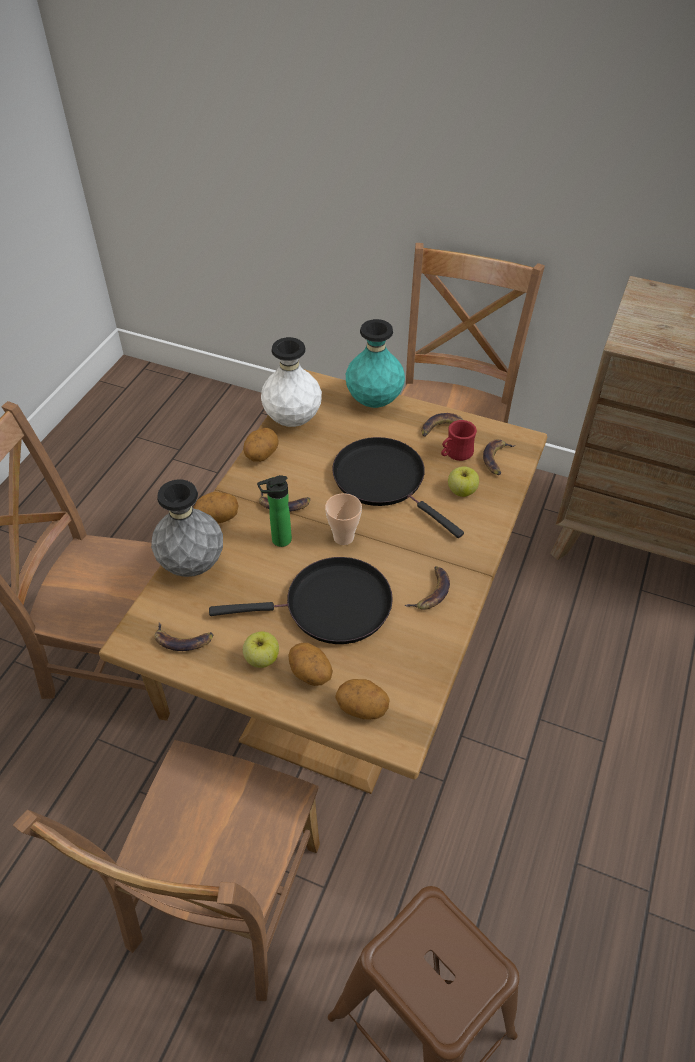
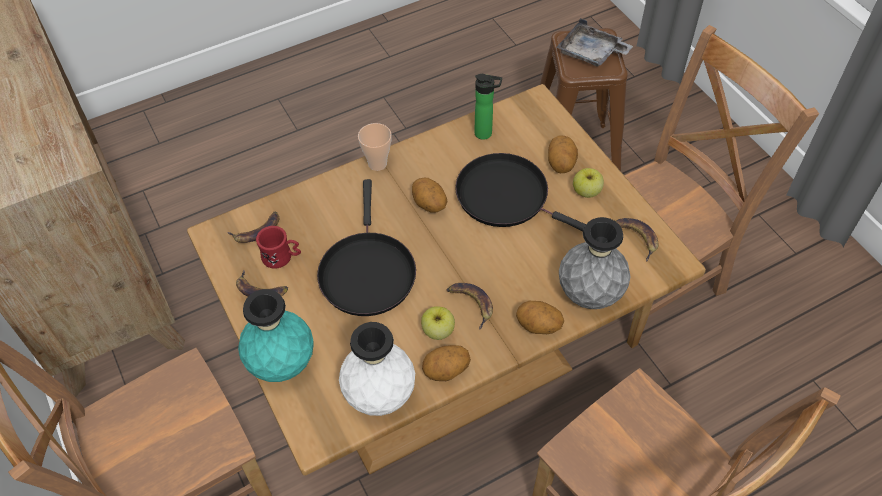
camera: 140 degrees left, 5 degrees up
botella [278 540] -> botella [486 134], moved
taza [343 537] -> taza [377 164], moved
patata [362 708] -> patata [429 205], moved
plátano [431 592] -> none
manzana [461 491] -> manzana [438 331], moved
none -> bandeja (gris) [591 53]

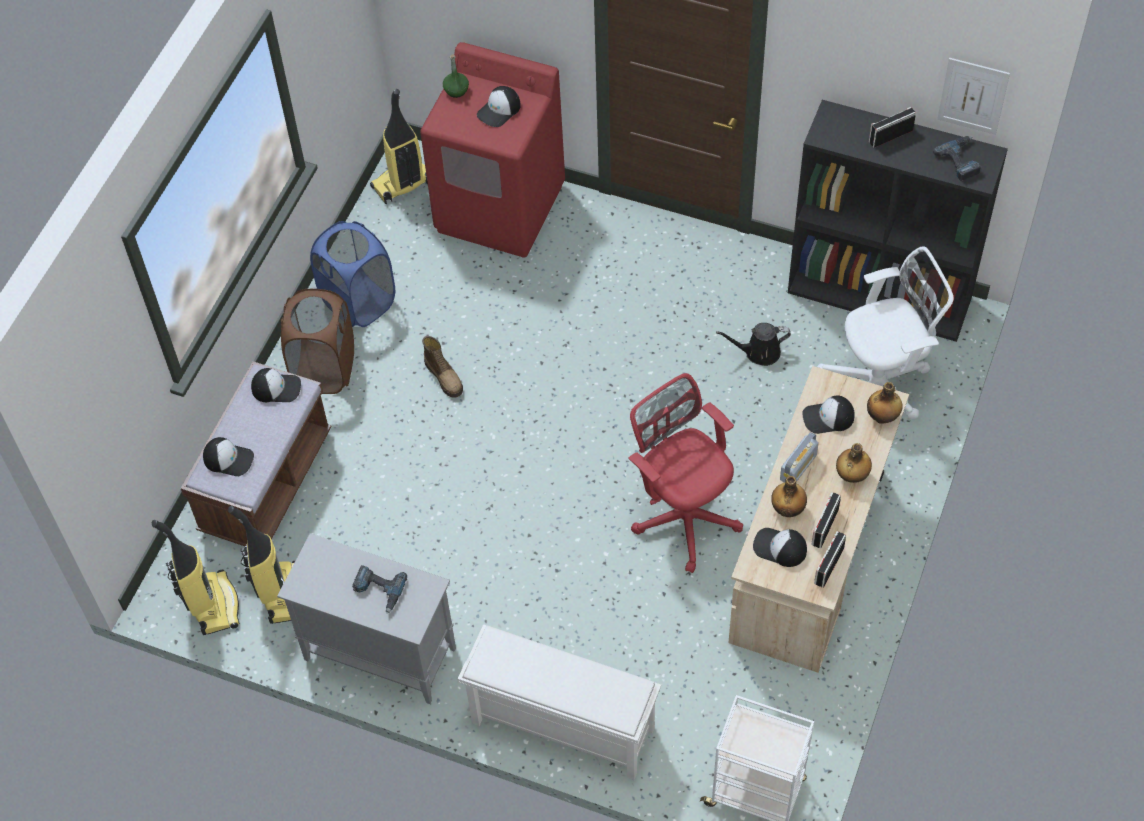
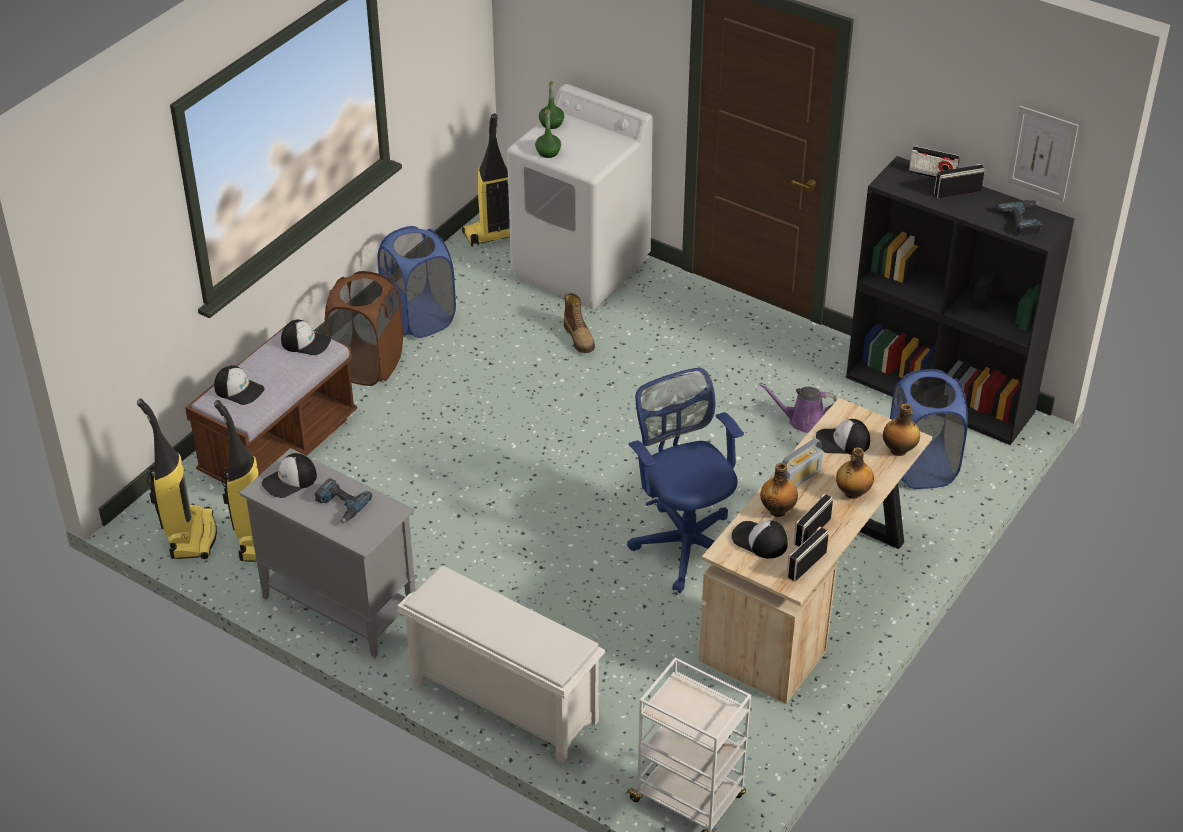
camera: 10 degrees right, 15 degrees down
lavadora (rojo) [500 208] -> lavadora (blanco) [581 267]
bota [444 377] -> bota [579 338], moved
gorra [499 110] -> gorra [290 481], moved
silla de oficina (rojo) [683 514] -> silla de oficina (azul) [685 542]
regadera (negro) [759 352] -> regadera (morado) [802 421]
silla de oficina (blanco) [880 383] -> cesto de la ropa (azul) [921 467]
none -> botella (verde) [548 152]
none -> radio [932 175]

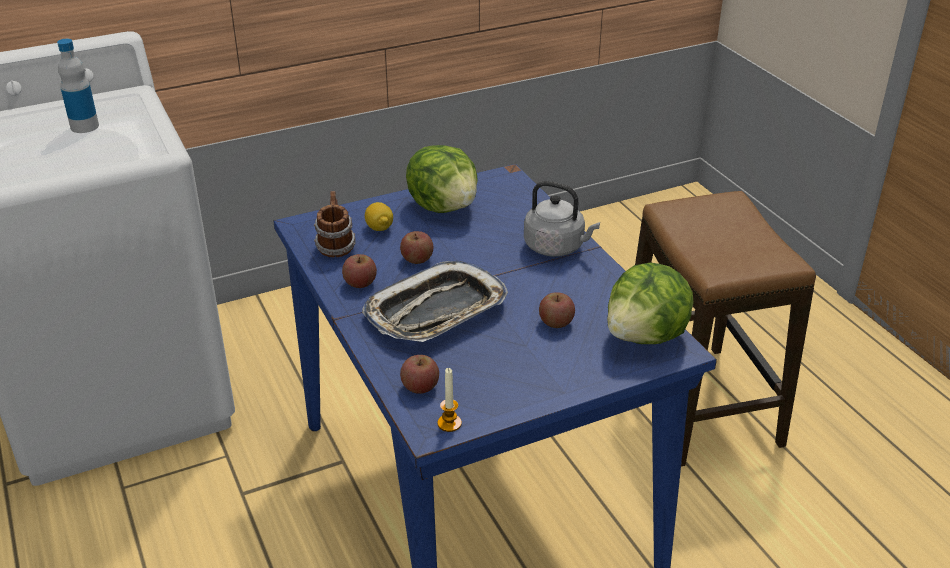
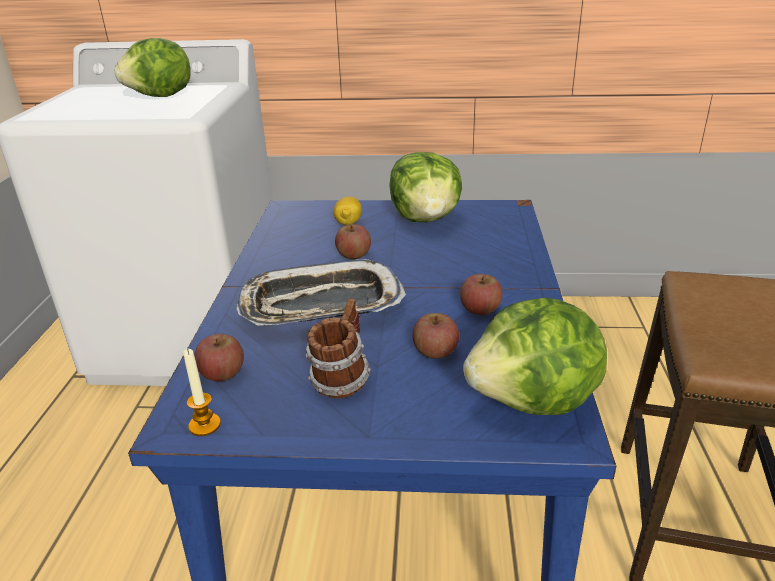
camera: 30 degrees right, 5 degrees down
botella [84 126] -> lechuga [161 97]
taza grande [335 247] -> taza grande [341 380], moved
manzana [360 283] -> manzana [480 309], moved
hervidor (gris) [557 247] -> none

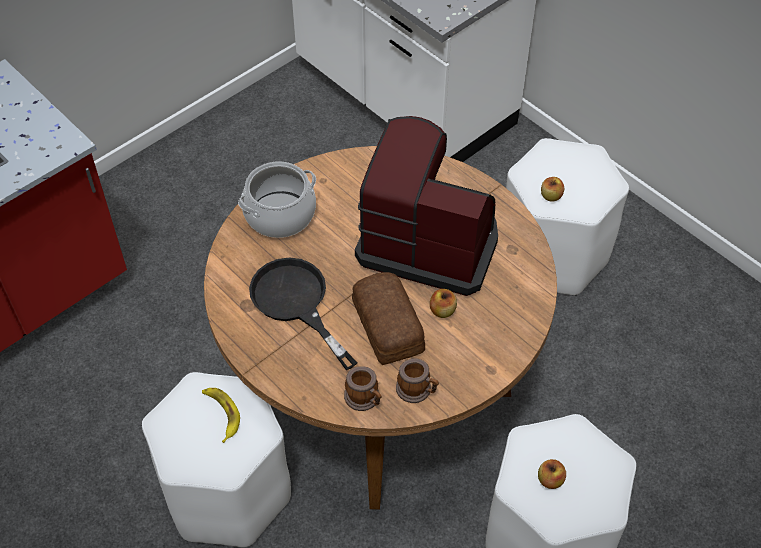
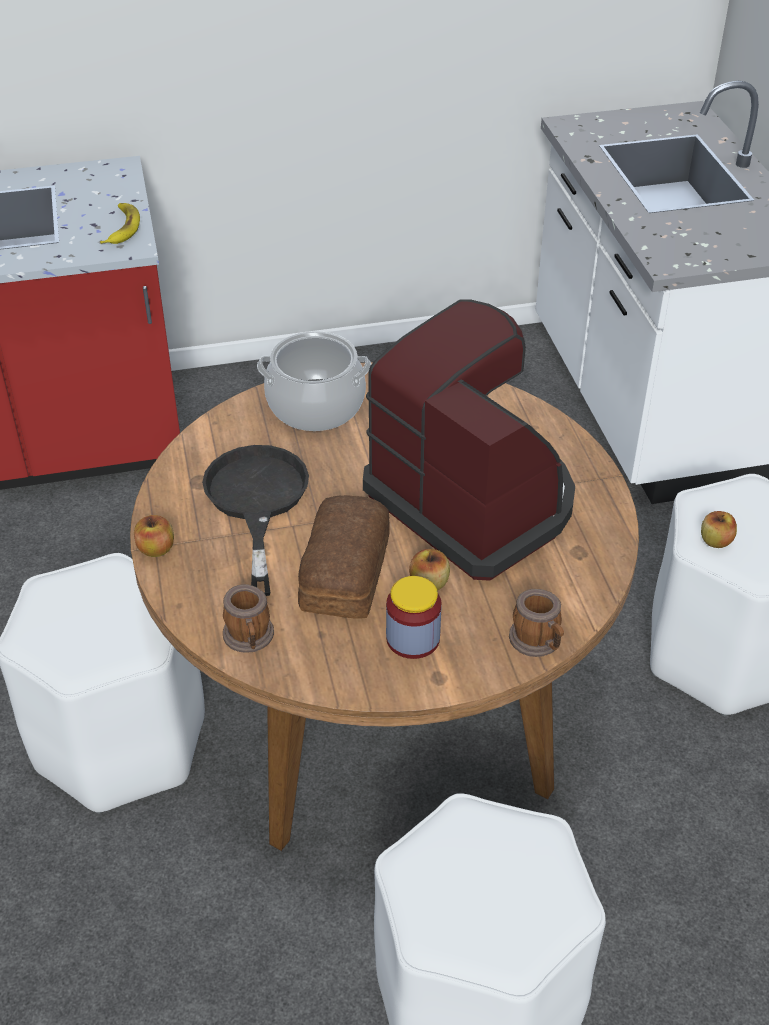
camera: 30 degrees right, 10 degrees down
plátano [221 414] -> plátano [122 228], moved
taza grande [417 390] -> taza grande [538 642], moved
manzana [550 480] -> manzana [156 549], moved
none -> tarro [413 639]

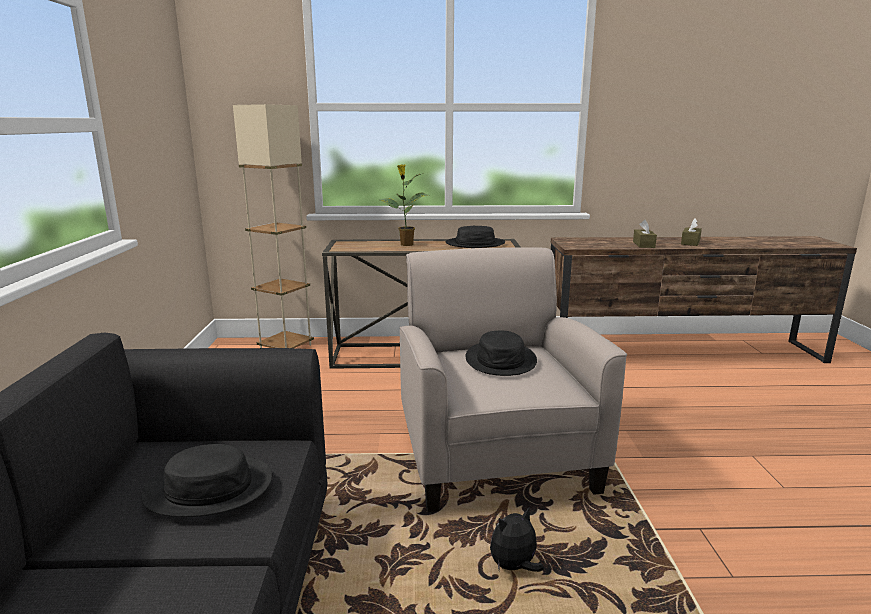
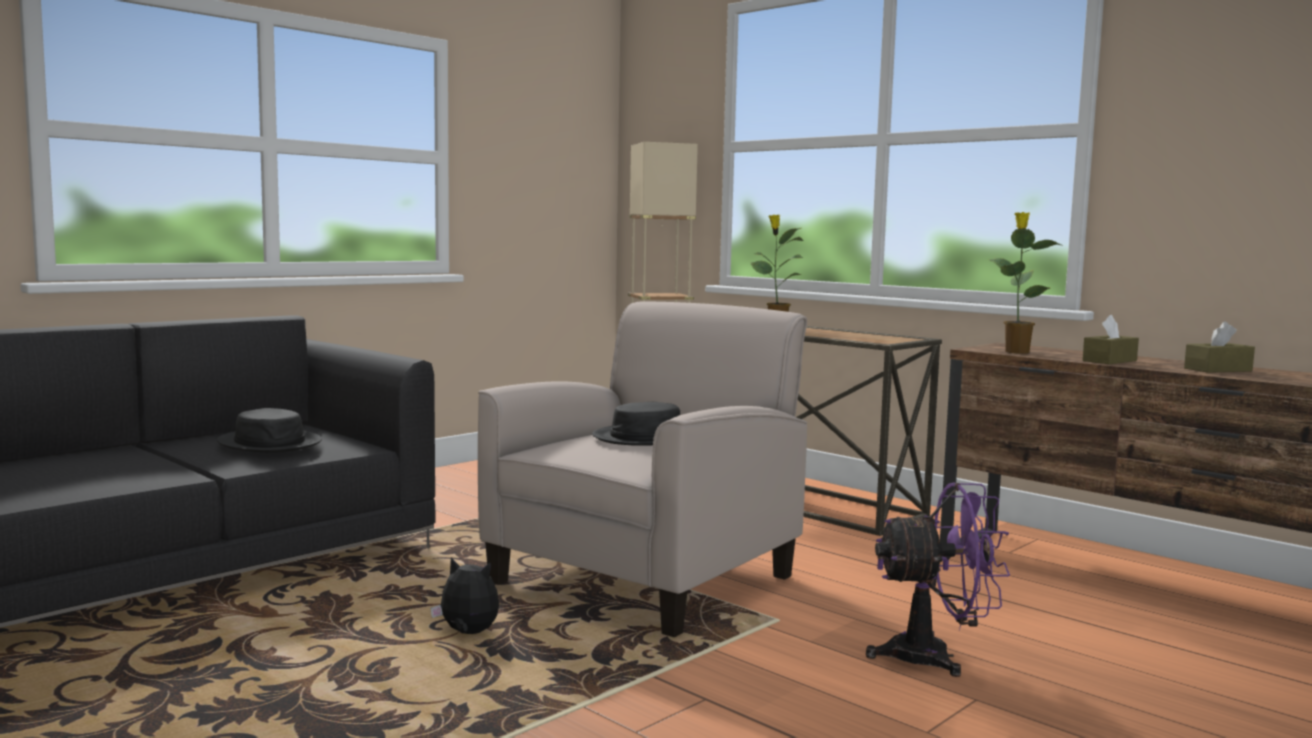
camera: 45 degrees right, 10 degrees down
sombrero (negro) [475 244] -> none
none -> ventilador (morado) [935 657]
none -> planta en maceta [1016 352]

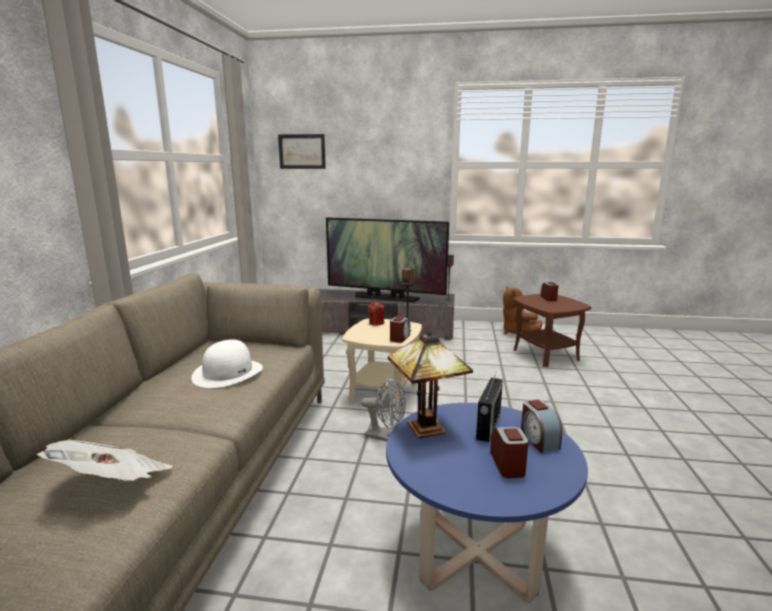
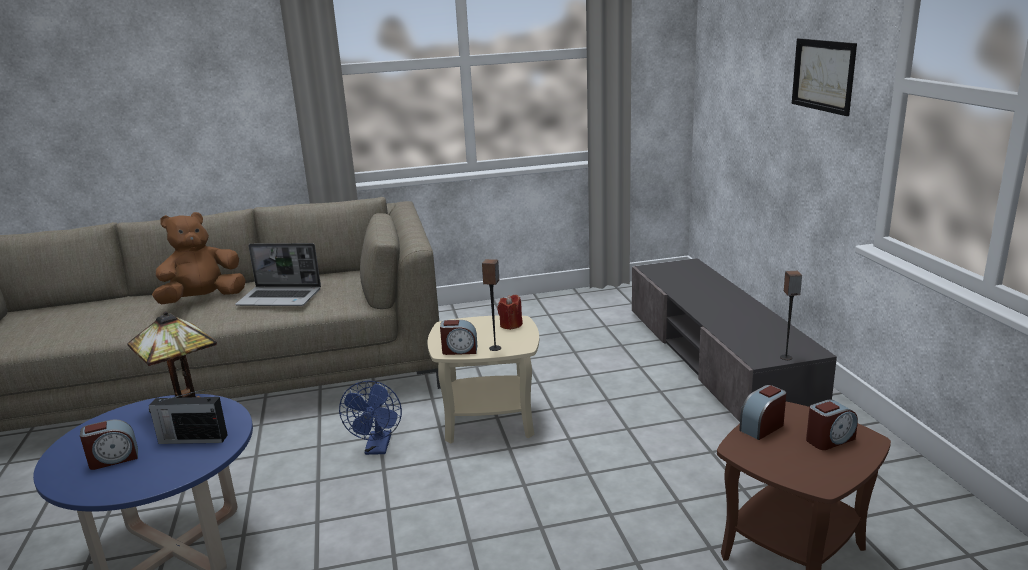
camera: 70 degrees right, 5 degrees up
periódico [114 484] -> none
sombrero (blanco) [228 372] -> portátil [281 298]
cuadro [302 151] -> cuadro [823 75], moved
televisor [385 297] -> none
ventilador (gris) [385 437] -> ventilador (azul) [378 448]
peluche (marrón) [517 332] -> peluche (marrón) [202 300], moved
despertador [538 440] -> despertador [762 427], moved

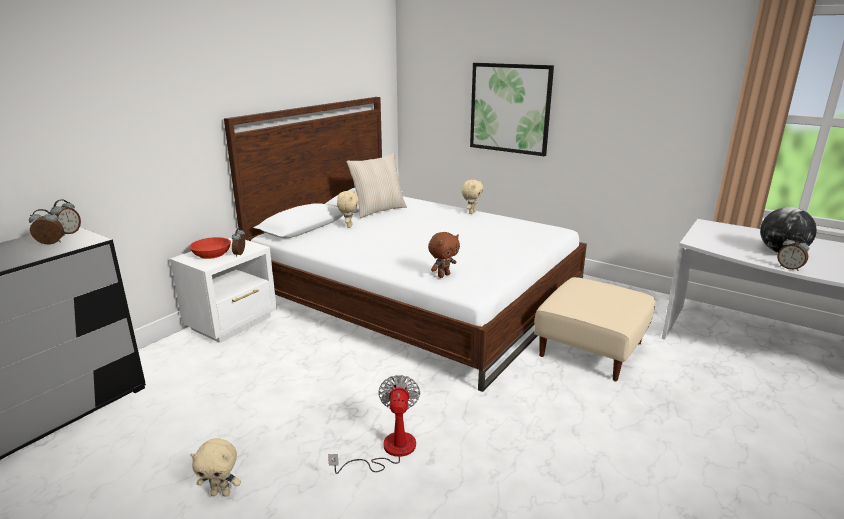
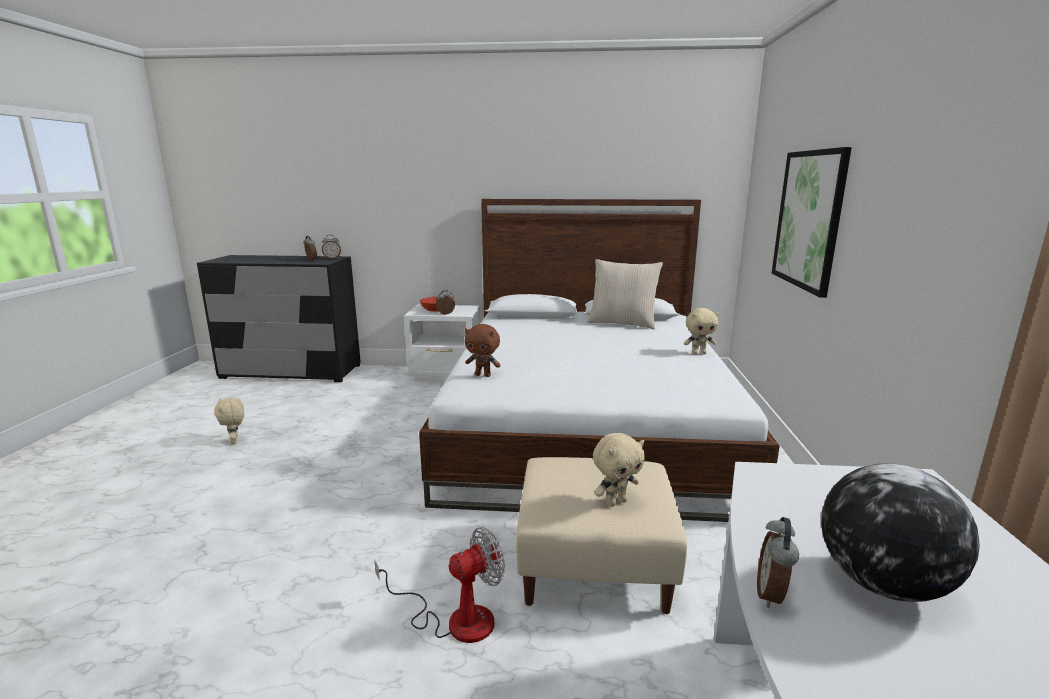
camera: 60 degrees right, 5 degrees down
ventilador [389 450] -> ventilador [455 619], moved
peluche (beis) [348 226] -> peluche (beis) [616 502], moved

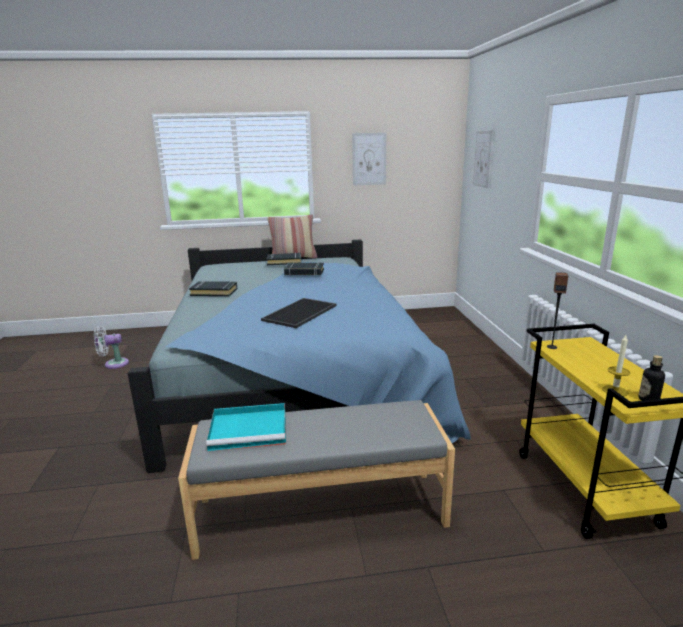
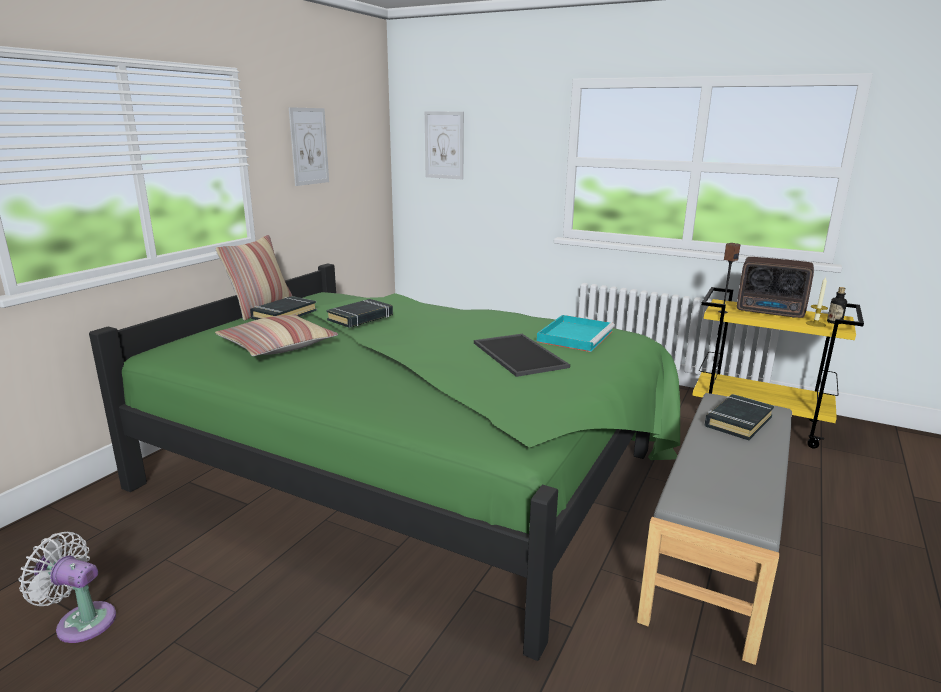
camera: 55 degrees left, 0 degrees up
ventilador (blanco) [114 364] -> ventilador (blanco) [81 621], 90 degrees clockwise
cama (azul) [296 376] -> cama (verde) [419 465]
libro (negro) [214 292] -> libro (negro) [738 421], moved
bandeja (turquesa) [250 429] -> bandeja (turquesa) [575 336], moved
none -> cojín [277 346]
none -> radio [771 312]

